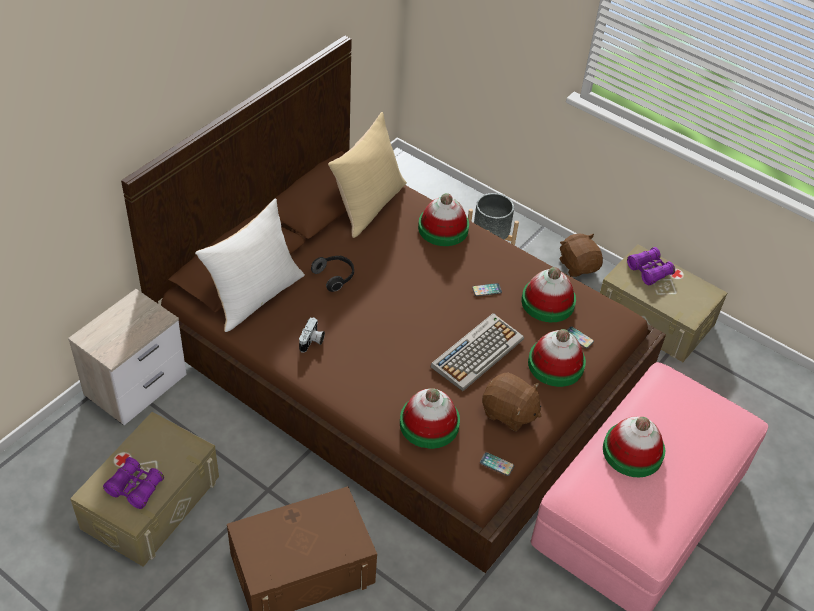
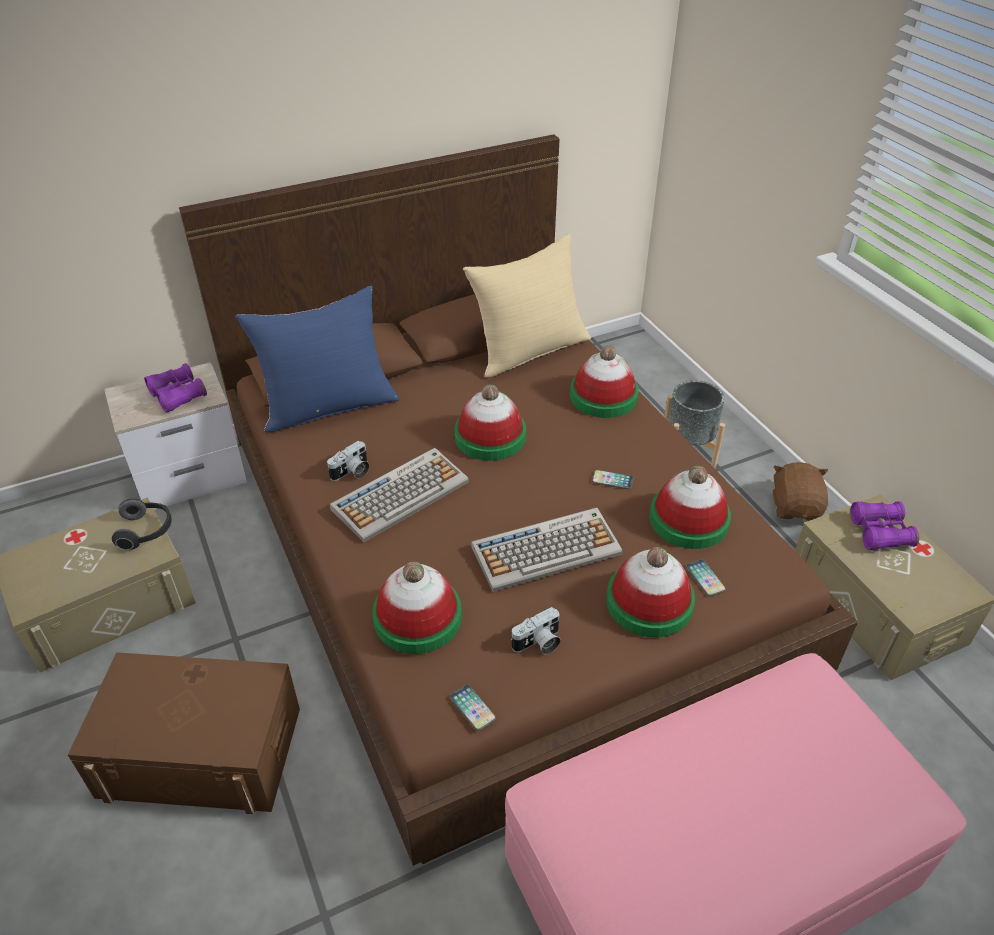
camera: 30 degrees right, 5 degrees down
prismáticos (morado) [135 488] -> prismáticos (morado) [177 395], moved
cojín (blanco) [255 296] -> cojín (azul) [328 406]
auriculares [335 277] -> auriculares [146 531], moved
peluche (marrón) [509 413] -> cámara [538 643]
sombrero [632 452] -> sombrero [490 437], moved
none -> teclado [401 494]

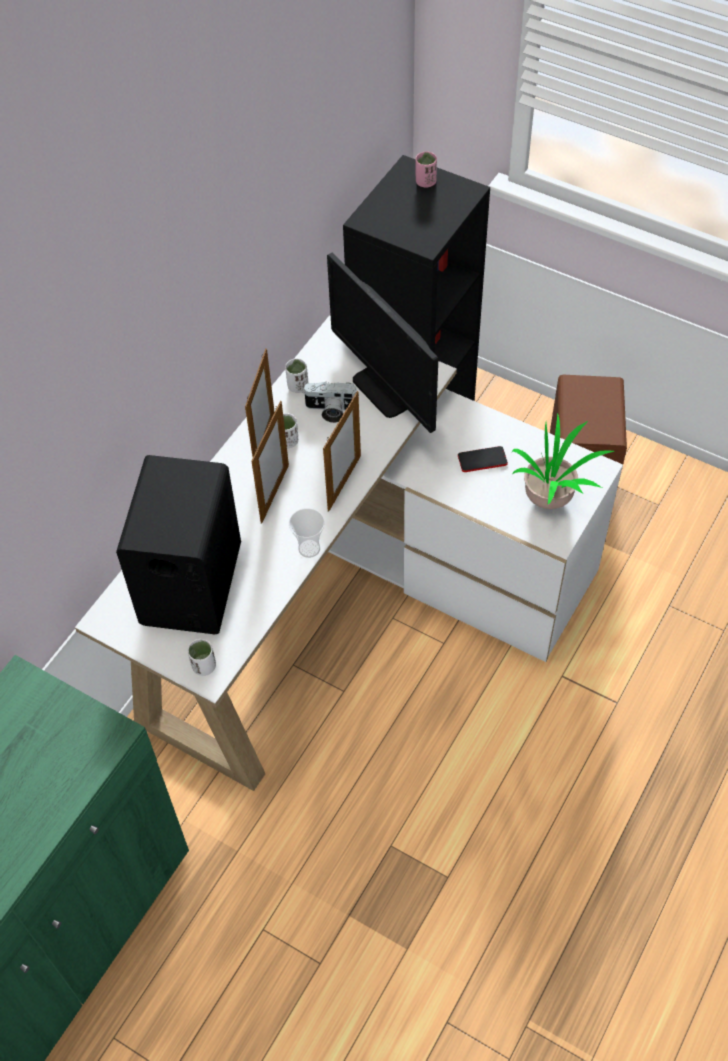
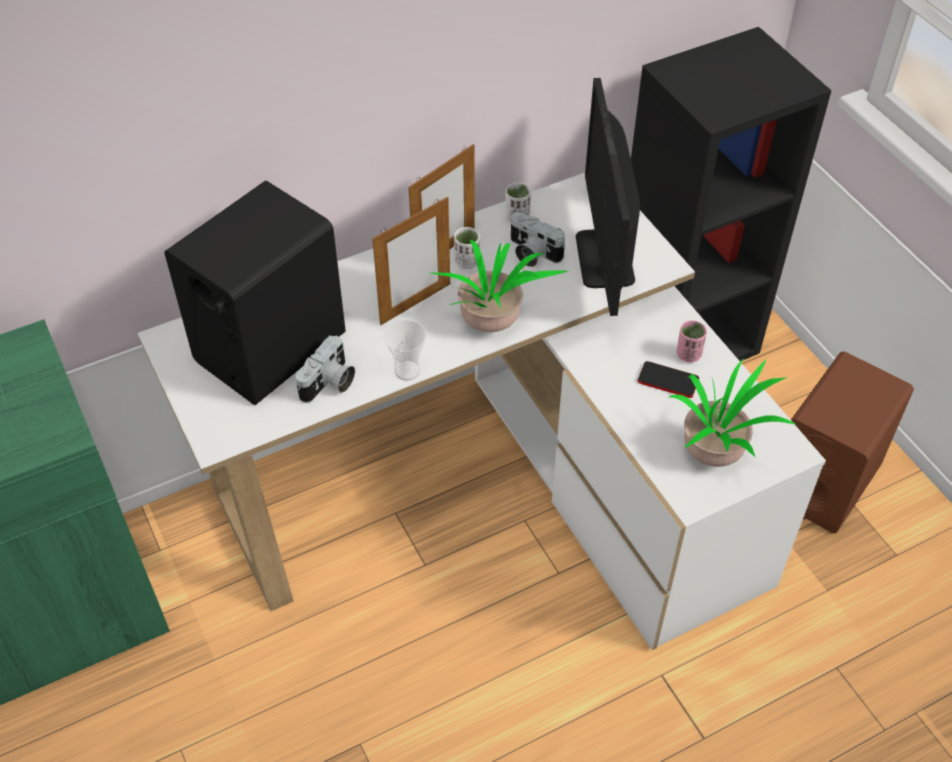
camera: 30 degrees right, 5 degrees down
taza (blanco) [204 666] -> none
portarretratos [344 483] -> planta en maceta [491 326]
taza (rosa) [425 182] -> taza (rosa) [688 354], moved
none -> cámara [329 384]

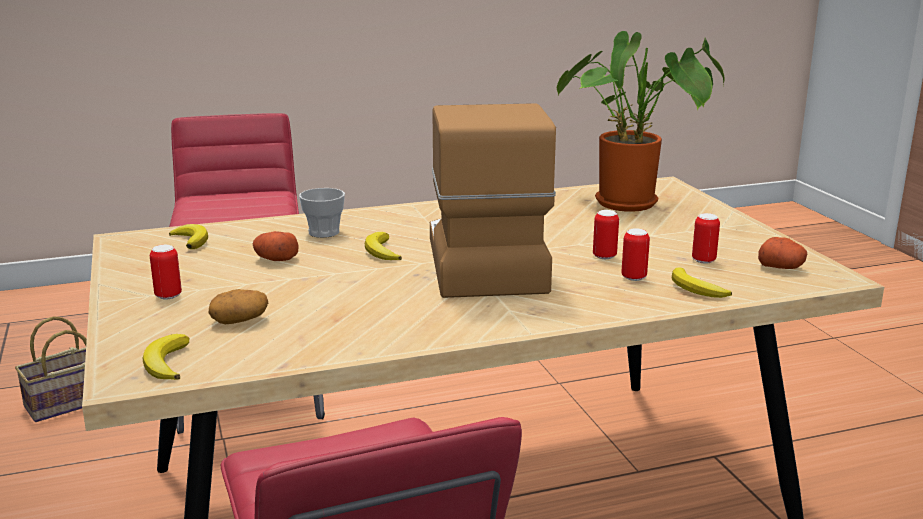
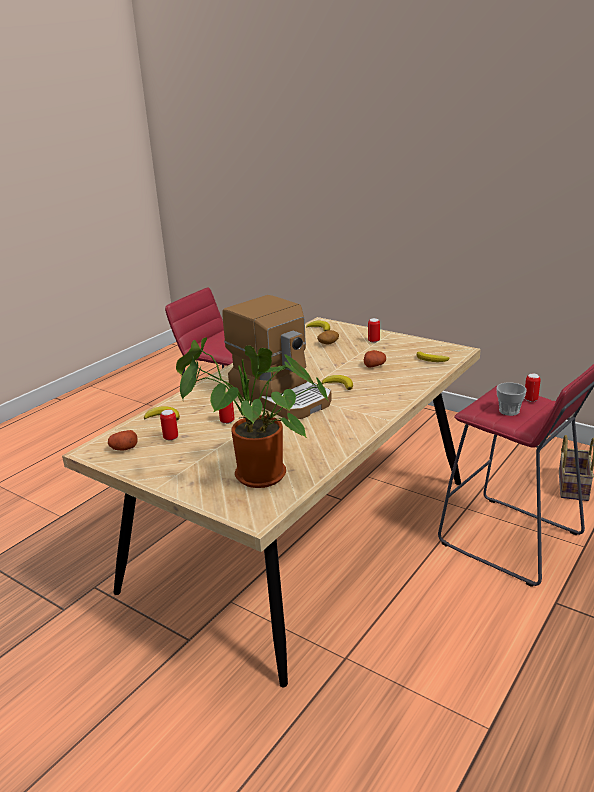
camera: 145 degrees right, 5 degrees up
taza [324 232] -> taza [509 411], moved
lata [633 277] -> lata [530 399], moved

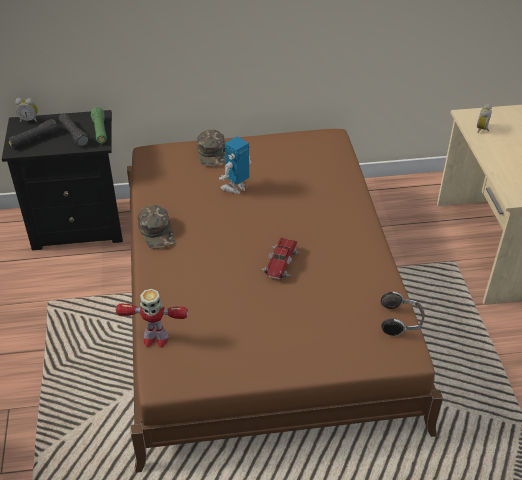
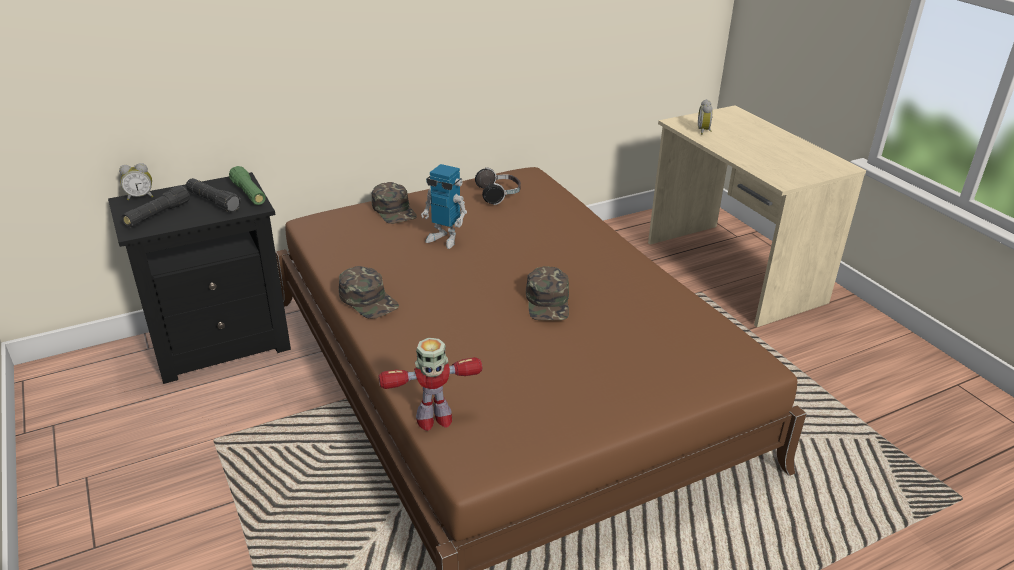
camera: 20 degrees left, 10 degrees down
robot de juguete [236 188] -> robot de juguete [444 238], 90 degrees counterclockwise
coche de juguete [281 263] -> gorra (verde) [548 302]
auriculares [401 321] -> auriculares [499 195], moved

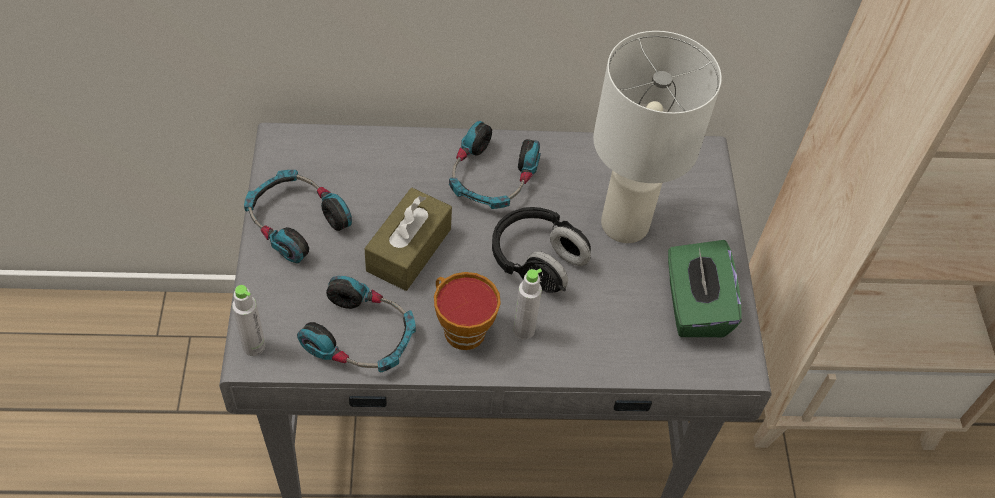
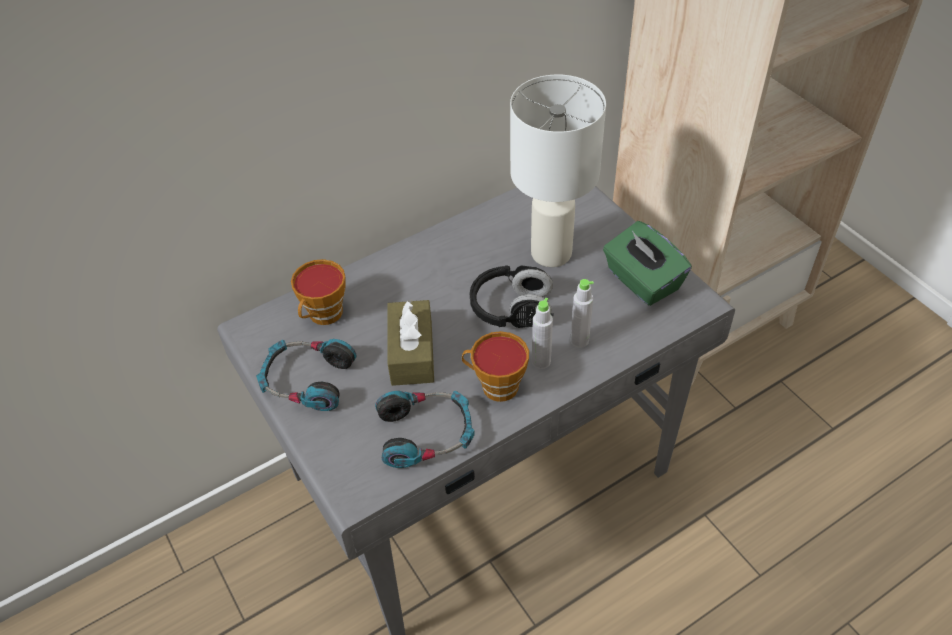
camera: 25 degrees left, 5 degrees down
botella (gris) [254 346] -> botella (gris) [579 340], moved
auriculares [491 177] -> none
none -> taza [324 315]

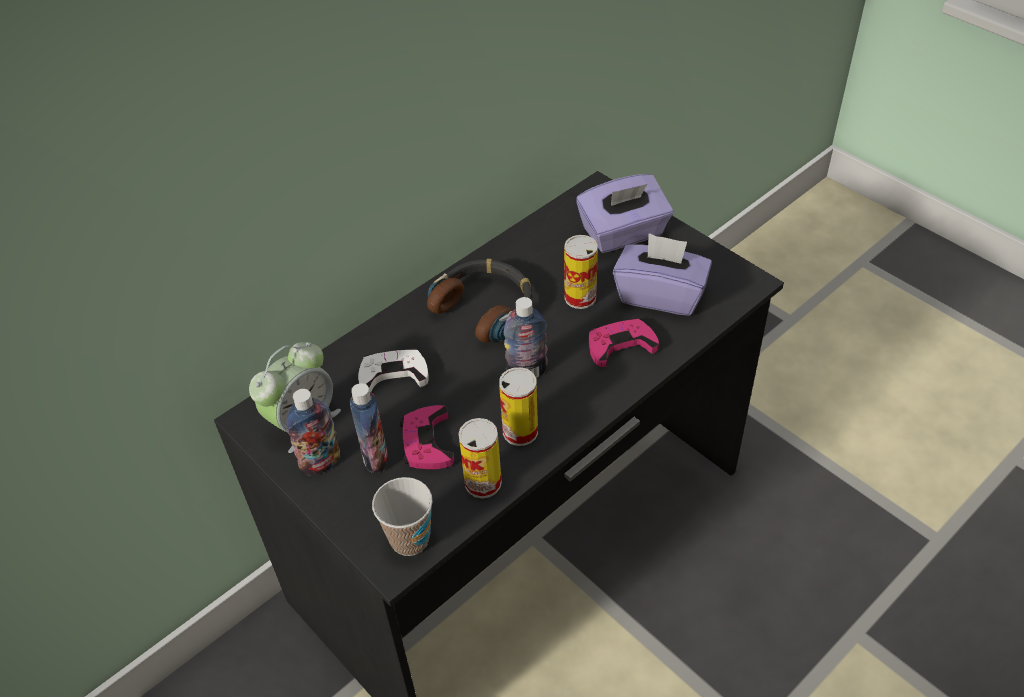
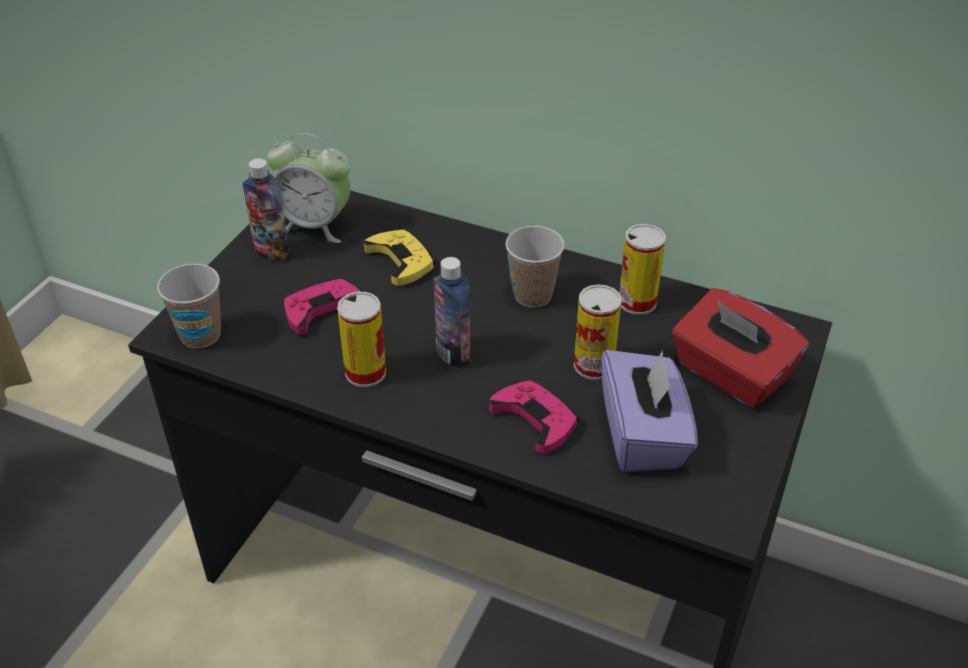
camera: 65 degrees right, 5 degrees down
botella [375 457] -> none
mando de consola (blanco) [393 374] -> mando de consola (amarillo) [401 261]
auriculares [485 306] -> taza [533 295]
lata [483 482] -> lata [637 302], moved
caja de pañuelos (morado) [623 234] -> caja de pañuelos (rojo) [730 374]

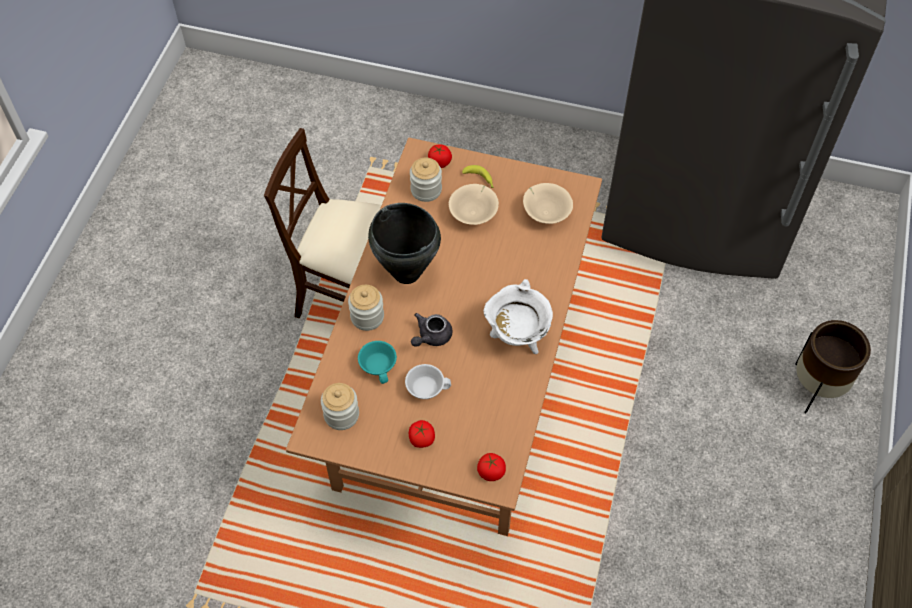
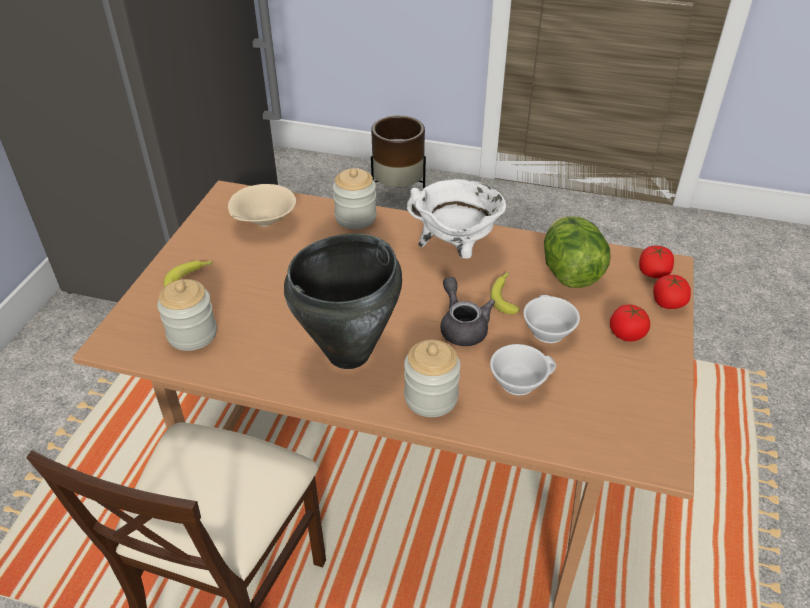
camera: 90 degrees left, 15 degrees down
tarro [341 415] -> tarro [355 217], moved
taza (turquesa) [380 366] -> taza (blanco) [518 380]
tetera (gris) [431 337] -> tetera (gris) [462 326], 150 degrees counterclockwise
tomate [440 162] -> tomate [668 303], moved
cuenco (beis) [474 214] -> none
none -> plátano [505 296]
none -> lechuga [570 273]

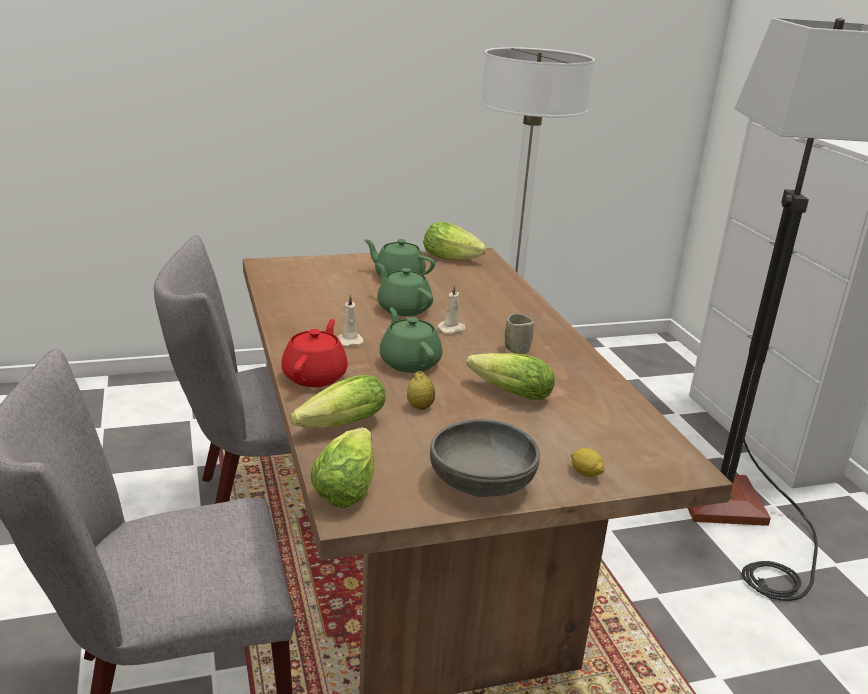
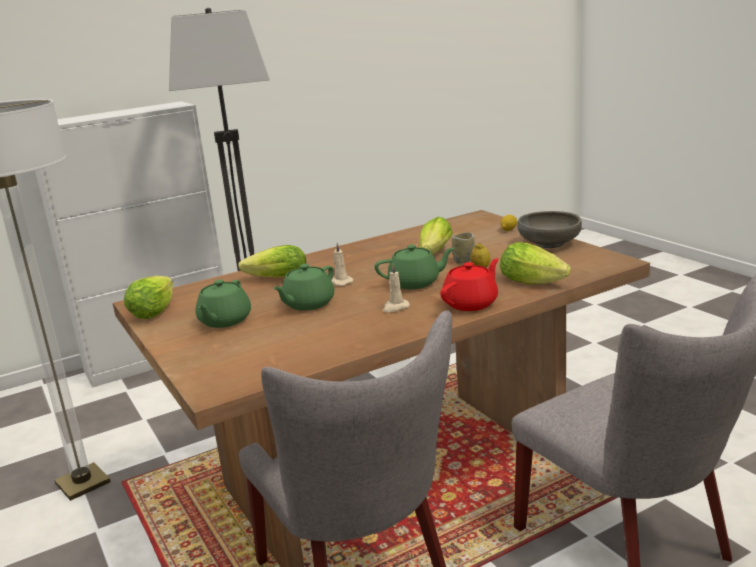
camera: 100 degrees left, 5 degrees down
tetera (rojo) [315 376] -> tetera (rojo) [471 303], 135 degrees clockwise
lechuga [348 484] -> lechuga [274 278], moved
tetera (verde) [409 362] -> tetera (verde) [415 283], 150 degrees counterclockwise
taza [517 349] -> taza [464 261], moved

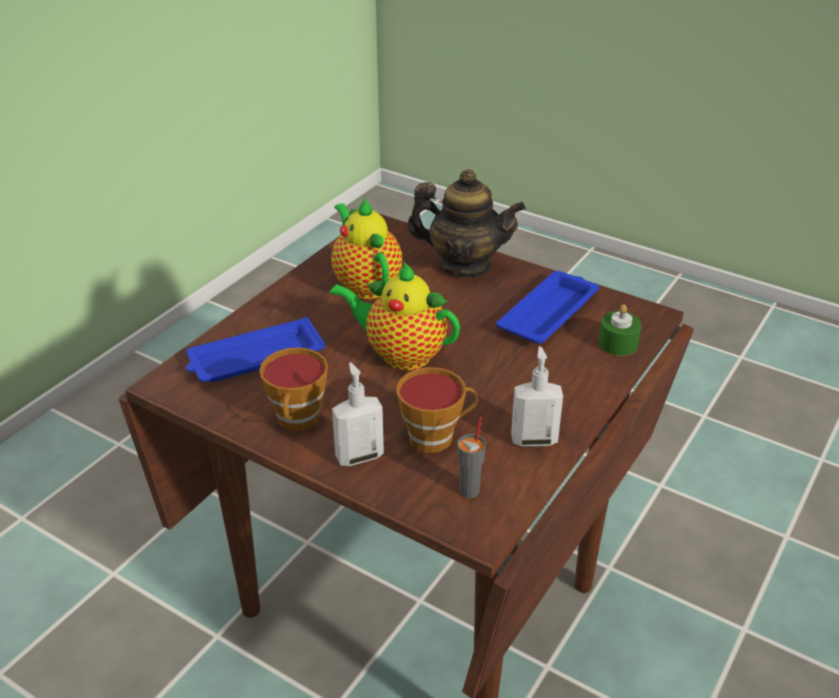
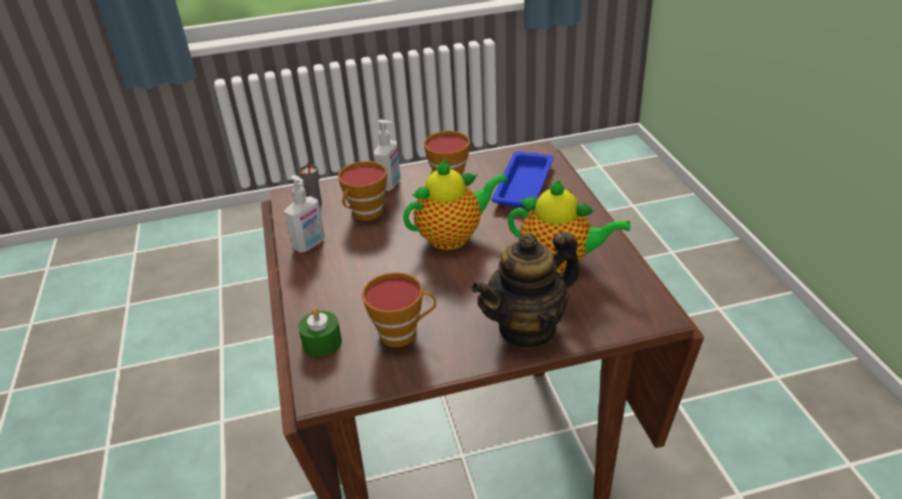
camera: 135 degrees right, 0 degrees up
bandeja (azul) [549 313] -> taza [403 333]

